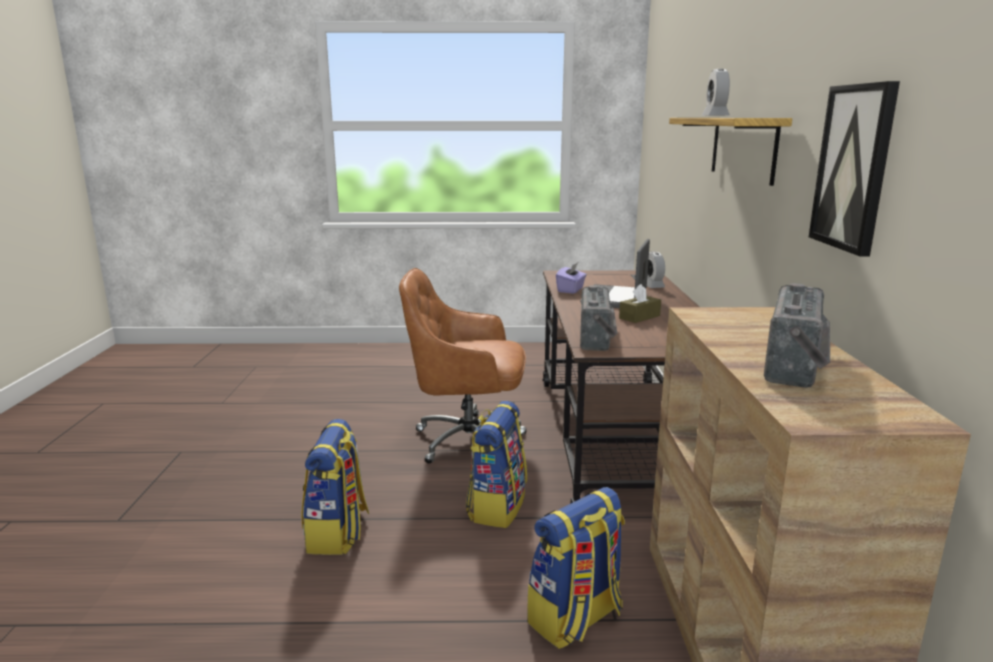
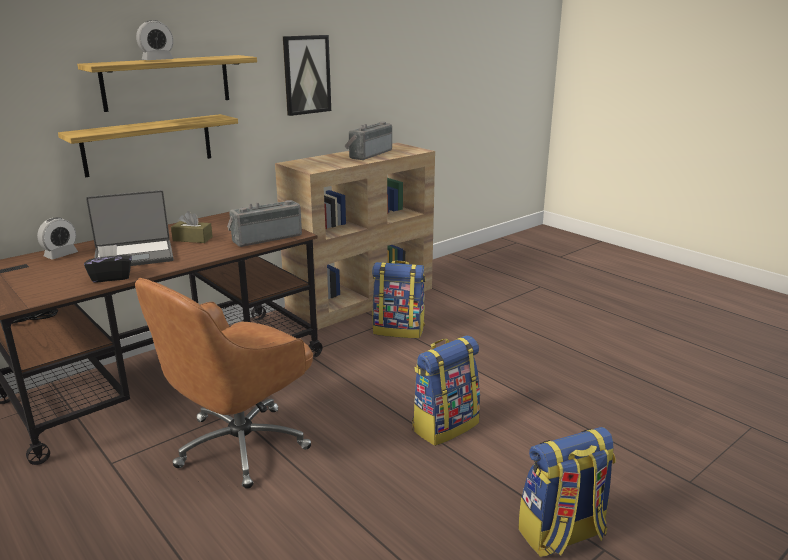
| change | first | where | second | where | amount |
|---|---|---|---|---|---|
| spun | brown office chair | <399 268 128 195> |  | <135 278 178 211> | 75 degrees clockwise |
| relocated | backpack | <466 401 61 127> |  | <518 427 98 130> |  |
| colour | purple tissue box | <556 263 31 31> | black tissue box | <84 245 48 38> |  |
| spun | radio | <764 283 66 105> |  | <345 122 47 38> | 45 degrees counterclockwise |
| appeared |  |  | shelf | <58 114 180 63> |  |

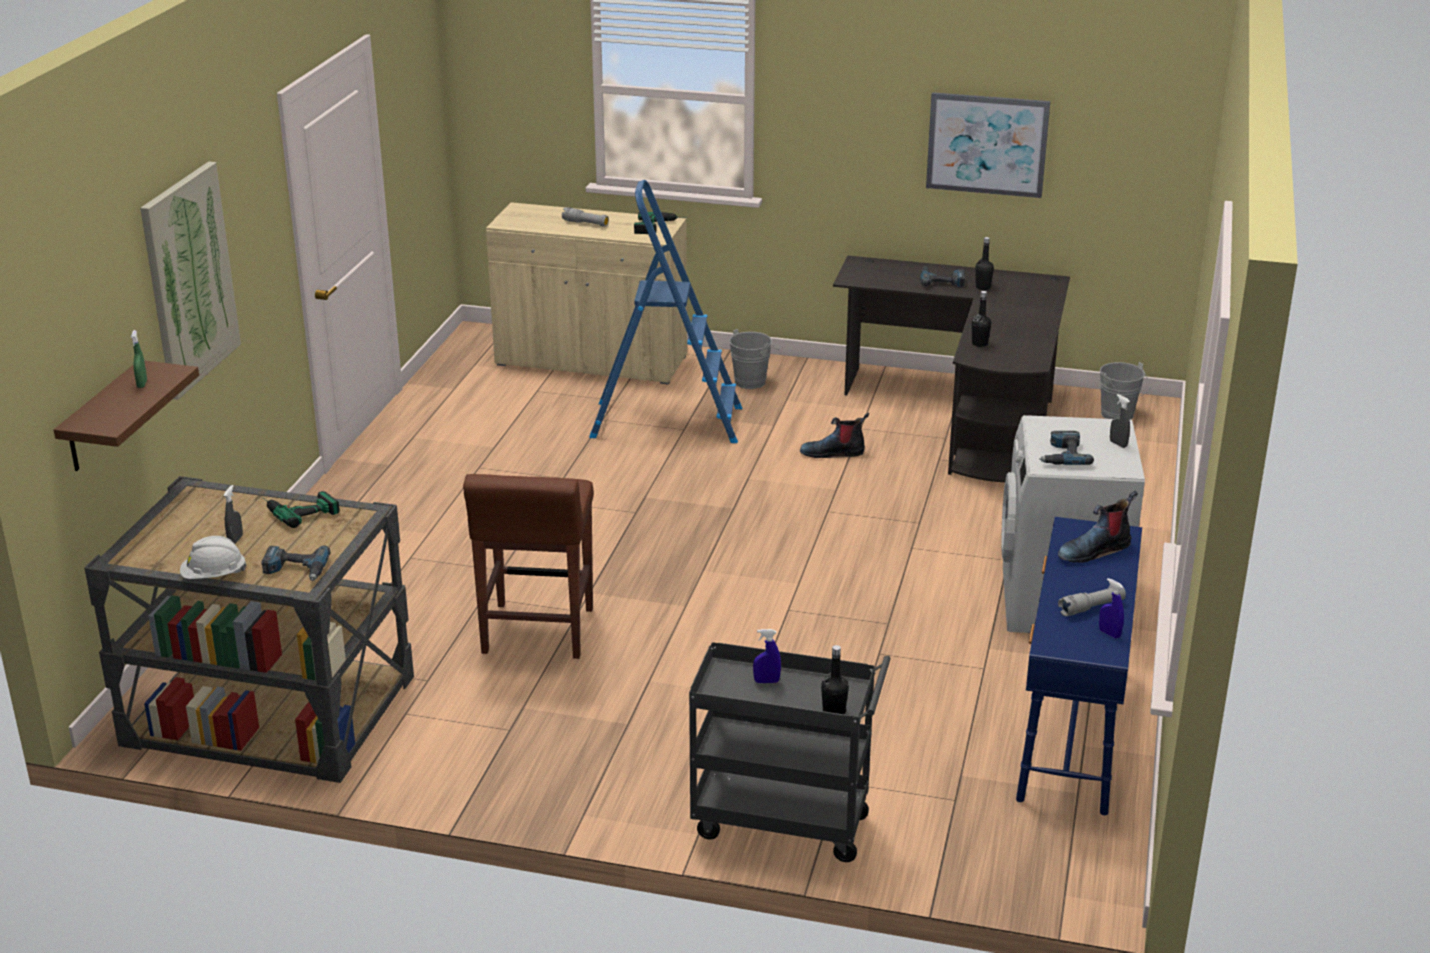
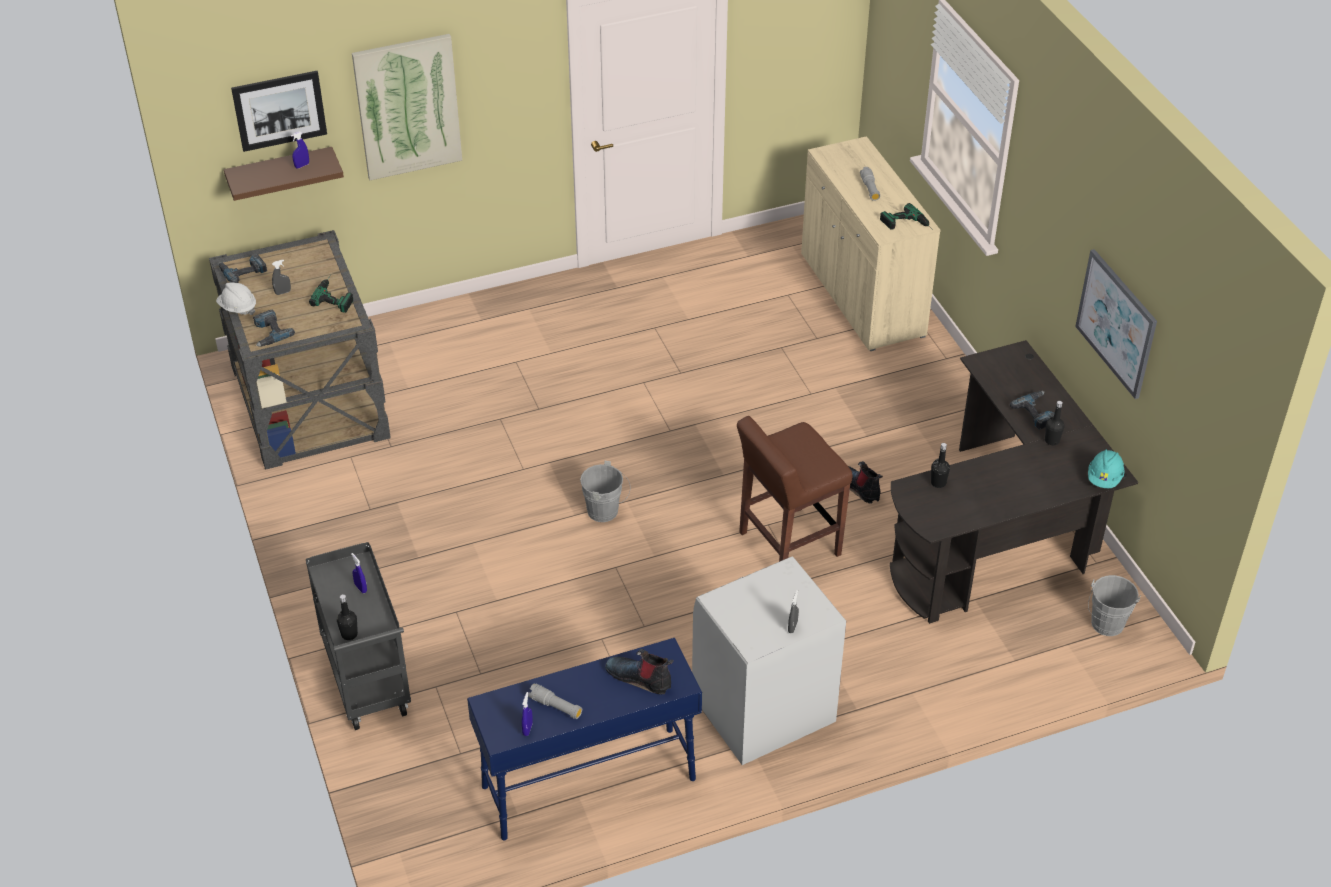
| change | first | where | second | where | amount |
|---|---|---|---|---|---|
| colour | green spray bottle | <131 330 16 58> | blue spray bottle | <291 132 18 37> |  |
| relocated | brown stool | <463 474 131 185> |  | <737 416 116 146> |  |
| missing | blue step ladder | <589 180 153 263> |  |  |  |
| relocated | grey bucket | <729 329 50 60> |  | <580 461 50 61> |  |
| relocated | power drill | <1039 431 55 34> |  | <219 254 48 29> |  |
| appeared |  |  | picture | <231 71 96 81> |  |
| appeared |  |  | turquoise hard hat | <1088 449 37 39> |  |

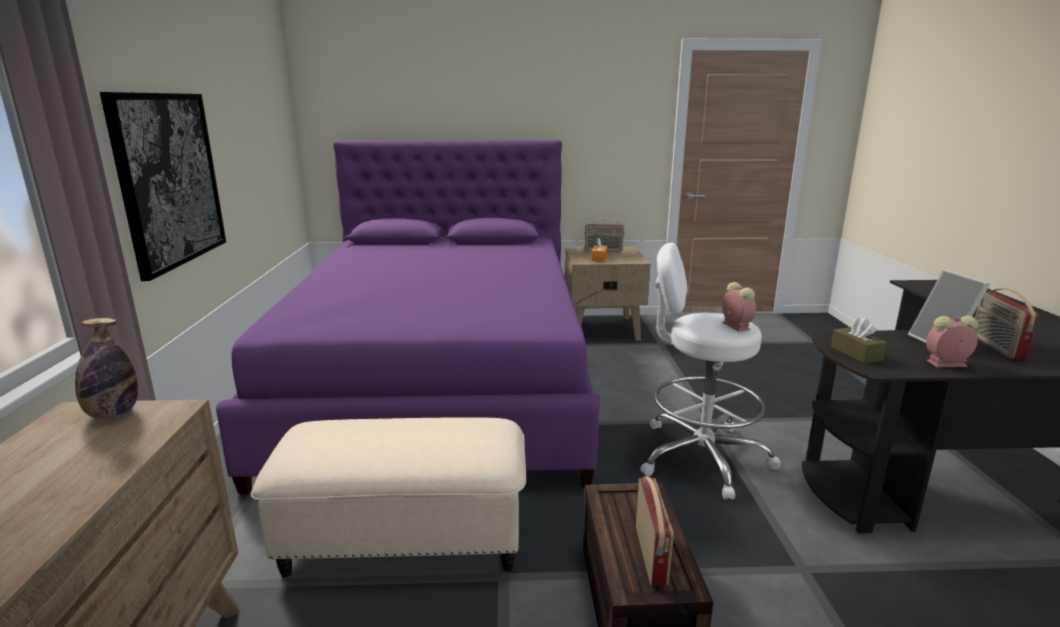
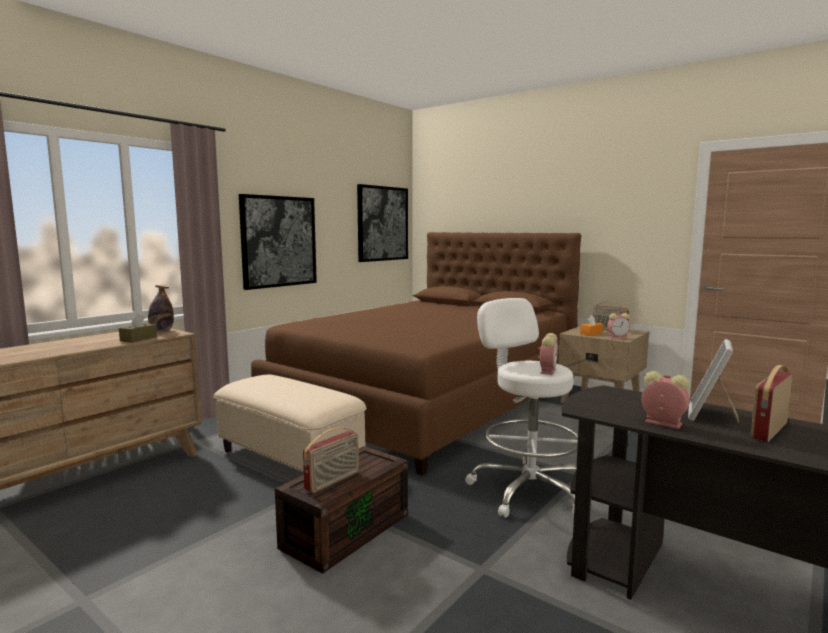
| change | first | where | second | where | amount |
|---|---|---|---|---|---|
| colour | purple bed | <216 140 385 354> | brown bed | <251 232 330 243> |  |
| relocated | brown tissue box | <831 317 56 47> |  | <119 313 38 30> |  |
| appeared |  |  | picture | <357 184 51 78> |  |
| appeared |  |  | alarm clock | <607 313 23 26> |  |

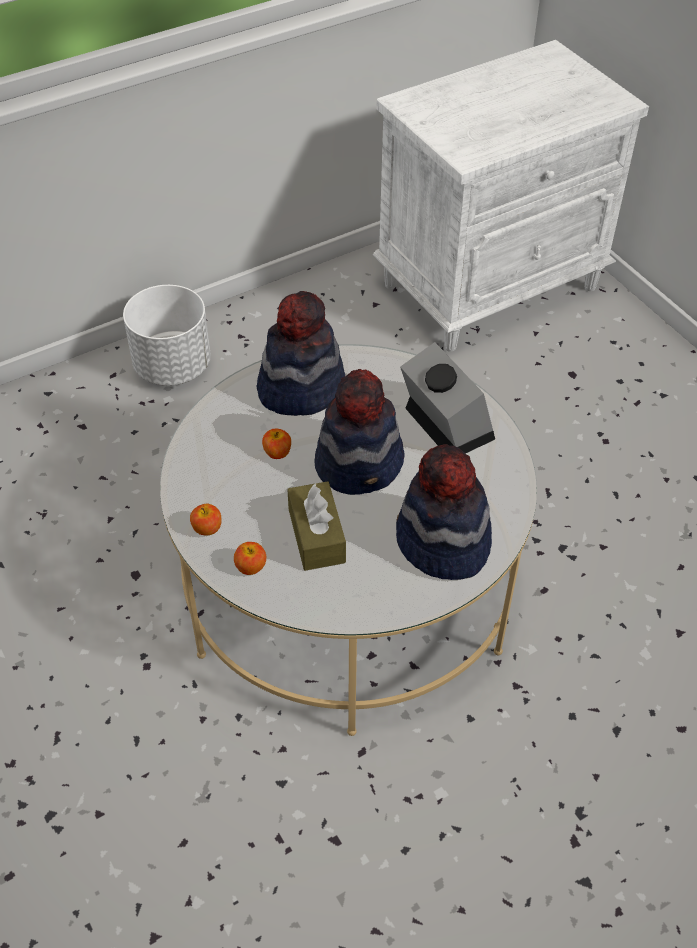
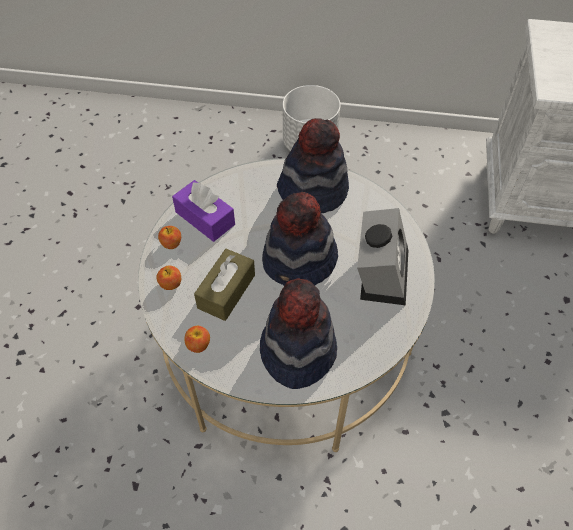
| change | first | where | second | where | amount |
|---|---|---|---|---|---|
| relocated | apple | <262 429 29 30> |  | <185 326 25 27> |  |
| appeared |  |  | purple tissue box | <172 180 63 62> |  |

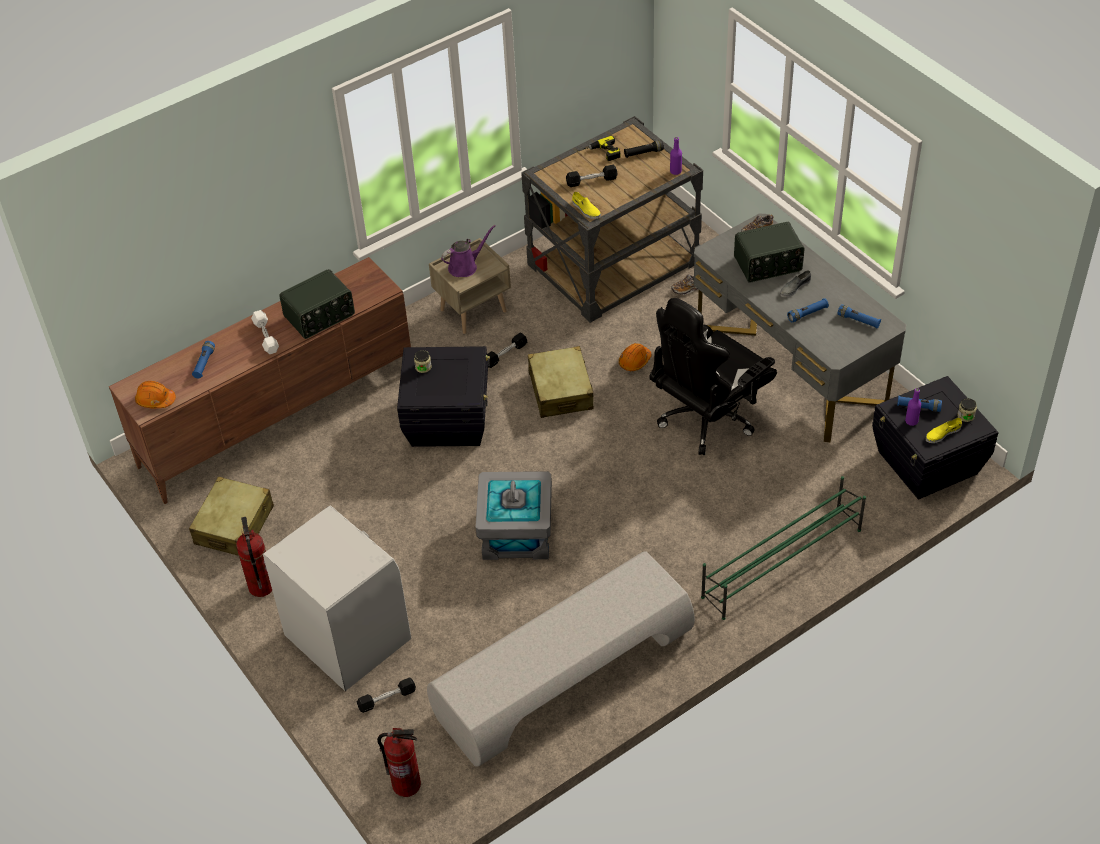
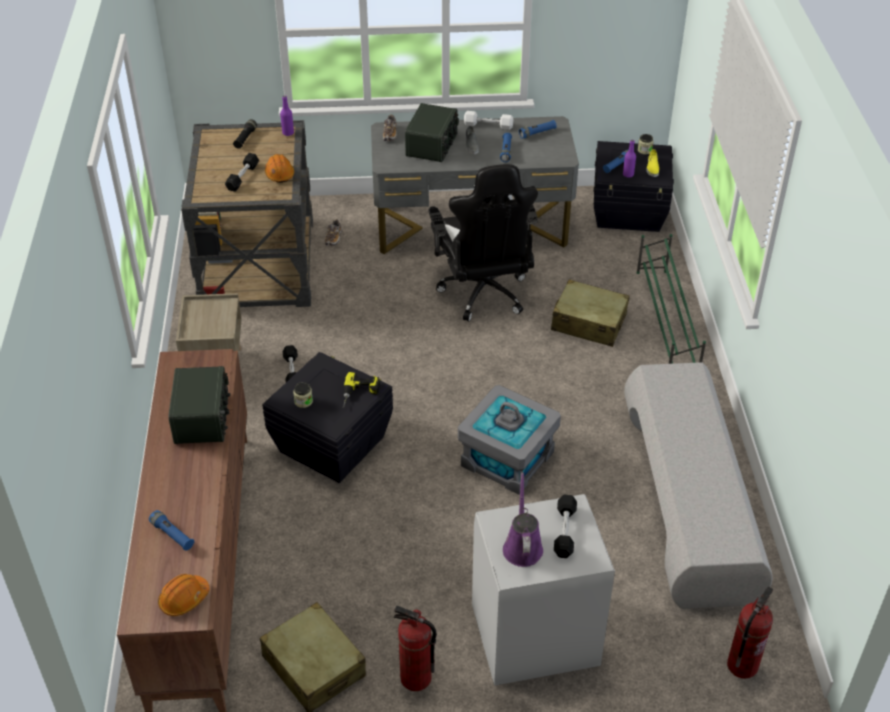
| change | first | where | second | where | amount |
|---|---|---|---|---|---|
| relocated | white dumbbell | <251 310 28 44> |  | <464 111 49 19> |  |
| relocated | black dumbbell | <357 677 59 36> |  | <554 494 23 64> |  |
| relocated | purple watering can | <441 225 54 52> |  | <503 473 40 94> |  |
| relocated | beige suitcase | <528 346 65 72> |  | <551 279 79 68> |  |
| missing | yellow shoe | <572 192 29 27> |  |  |  |
| relocated | power drill | <577 136 43 25> |  | <343 372 37 36> |  |
| relocated | orange hard hat | <619 343 33 28> |  | <265 154 29 29> |  |

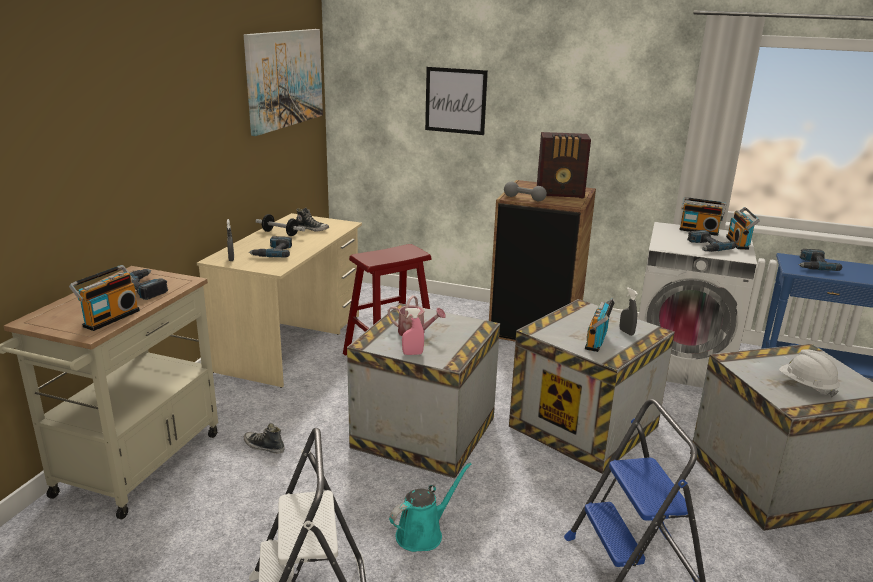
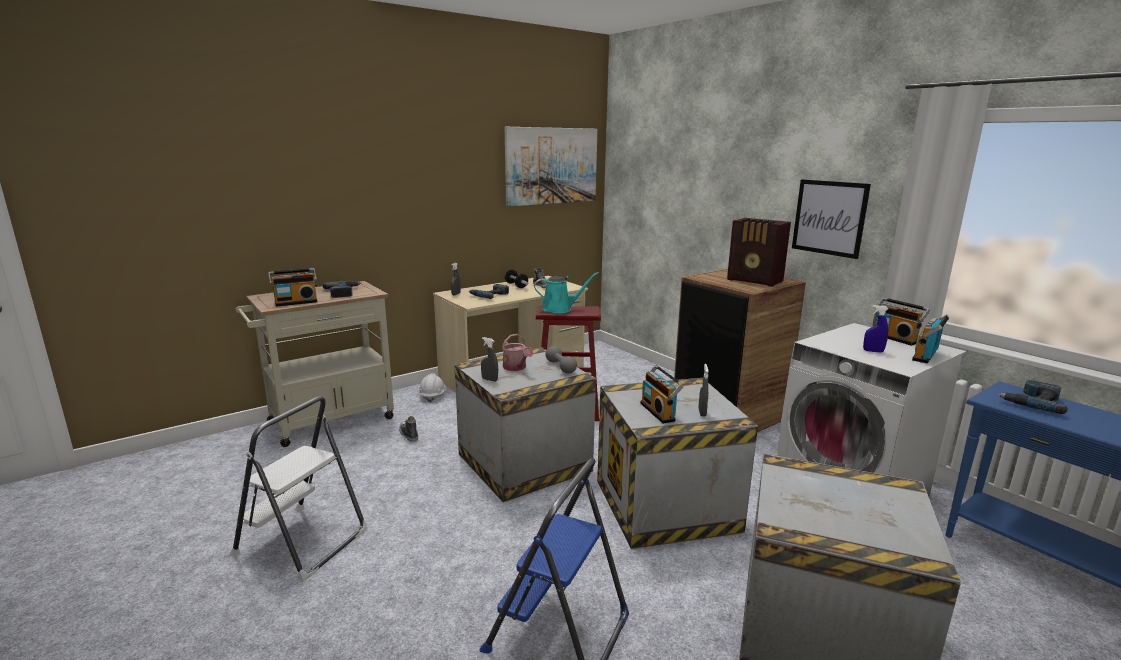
| change | first | where | second | where | amount |
|---|---|---|---|---|---|
| relocated | turquoise watering can | <389 462 82 90> |  | <534 272 65 41> |  |
| colour | pink spray bottle | <402 308 22 47> | grey spray bottle | <481 337 17 45> |  |
| relocated | picture | <425 67 63 68> |  | <792 179 79 80> |  |
| relocated | grey dumbbell | <504 182 43 19> |  | <545 346 32 28> |  |
| spun | radio | <585 298 30 54> |  | <640 365 44 59> | 75 degrees counterclockwise |
| exchanged | power drill | <687 230 49 22> | blue spray bottle | <863 305 26 47> |  |
| relocated | white hard hat | <779 349 61 48> |  | <419 373 27 30> |  |

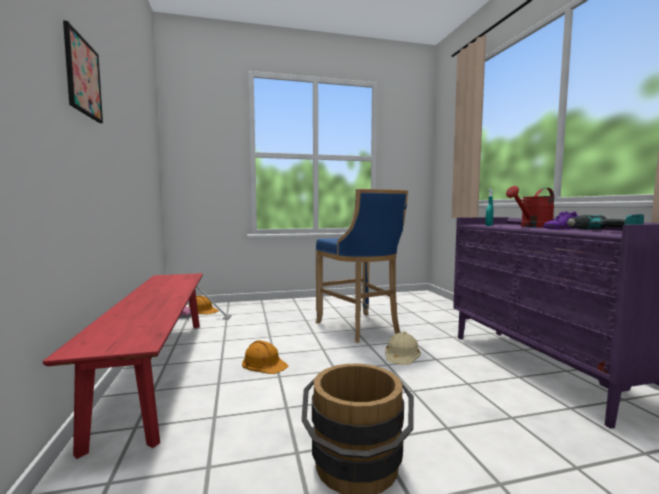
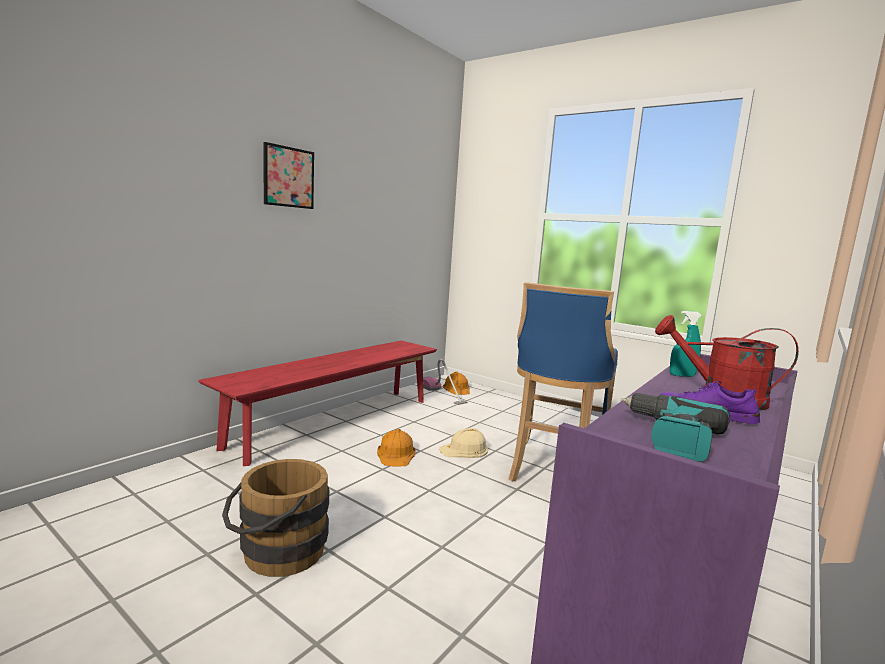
| change | first | where | second | where | amount |
|---|---|---|---|---|---|
| relocated | beige hard hat | <385 331 36 34> |  | <439 428 49 30> |  |

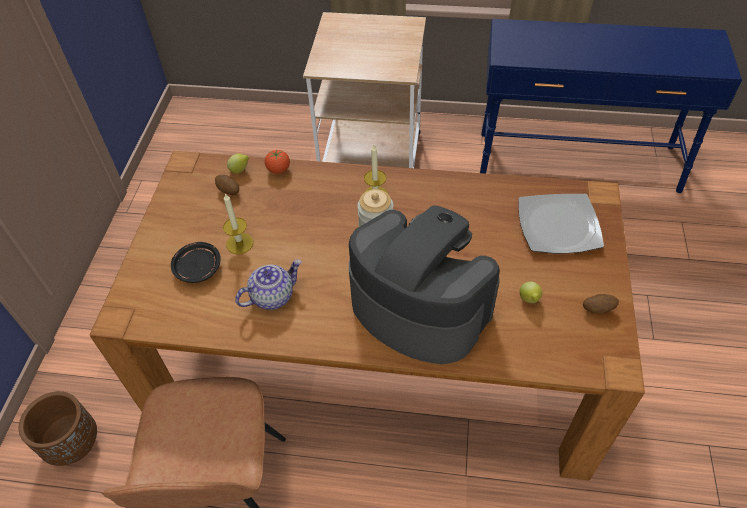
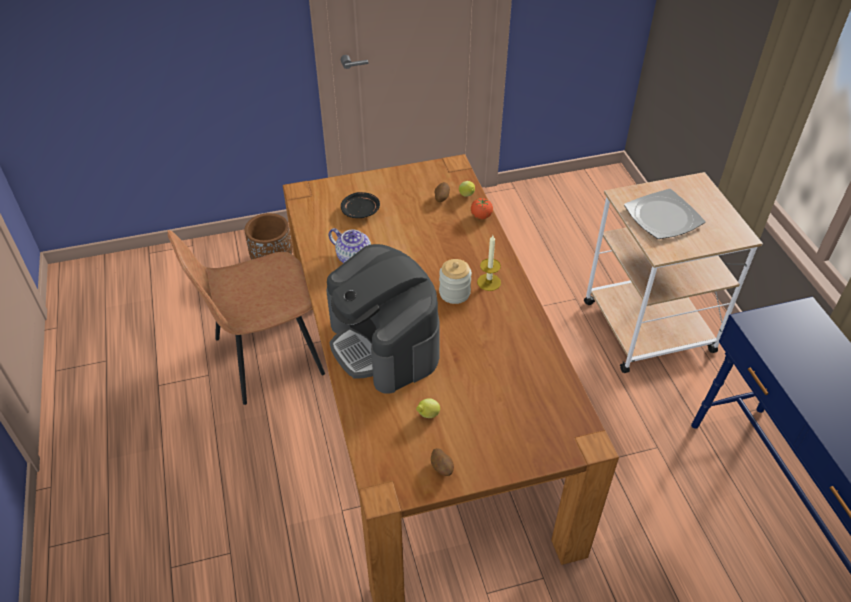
| change | first | where | second | where | amount |
|---|---|---|---|---|---|
| missing | candle | <223 193 30 61> |  |  |  |
| spun | coffee machine | <349 205 151 160> |  | <326 244 114 150> | 135 degrees clockwise |
| relocated | plate | <518 194 86 60> |  | <624 189 81 50> |  |

